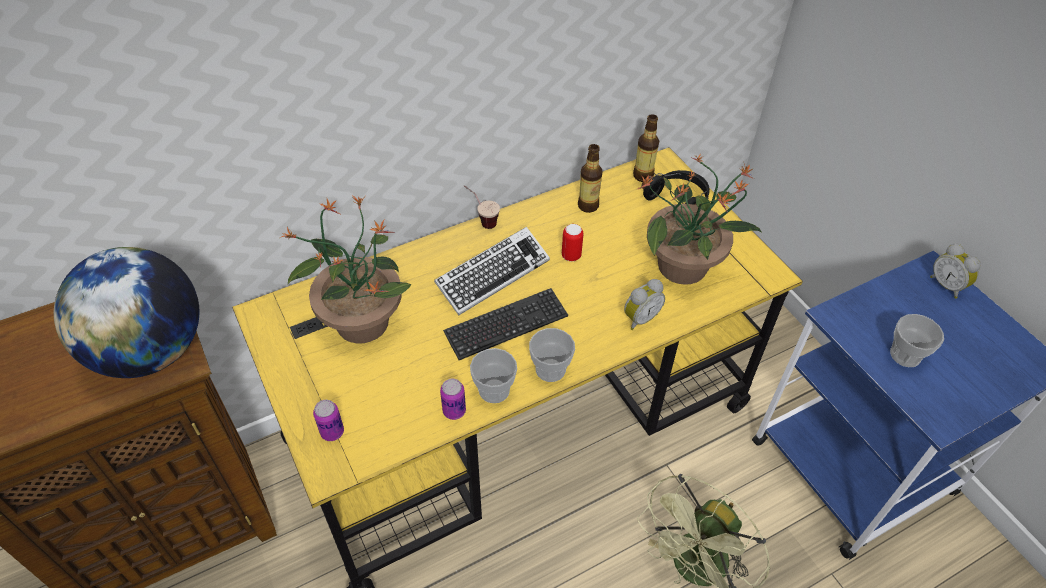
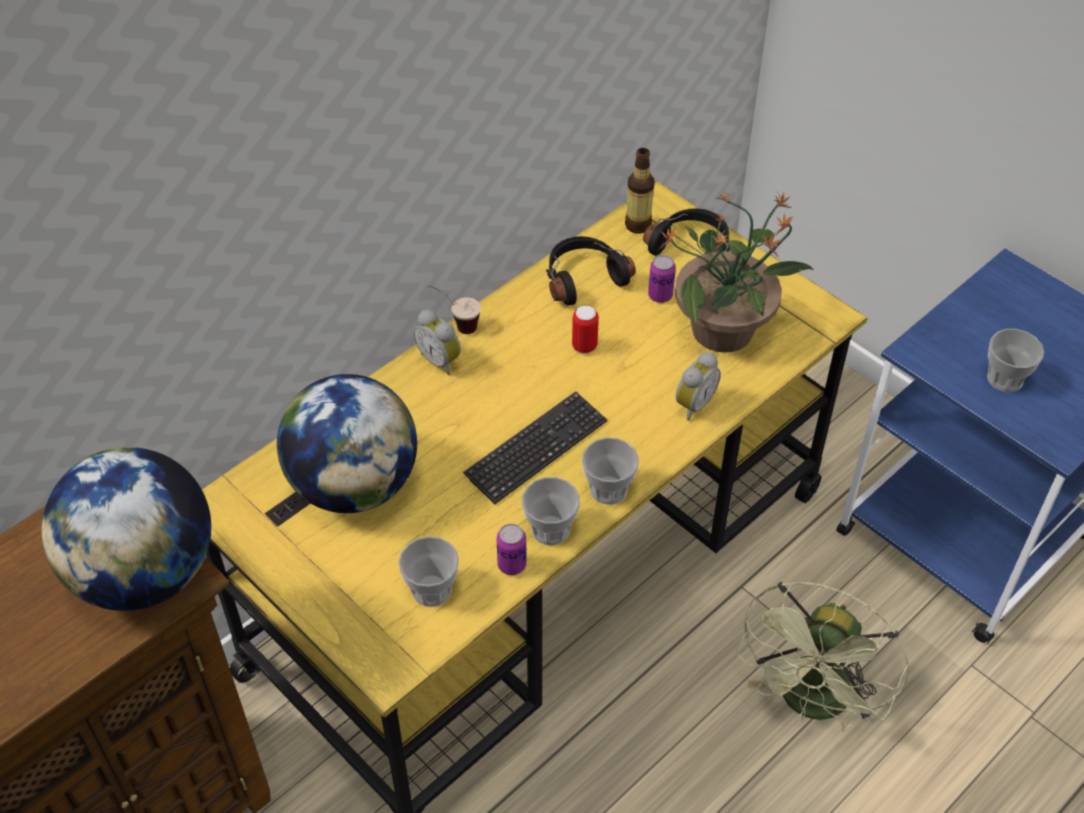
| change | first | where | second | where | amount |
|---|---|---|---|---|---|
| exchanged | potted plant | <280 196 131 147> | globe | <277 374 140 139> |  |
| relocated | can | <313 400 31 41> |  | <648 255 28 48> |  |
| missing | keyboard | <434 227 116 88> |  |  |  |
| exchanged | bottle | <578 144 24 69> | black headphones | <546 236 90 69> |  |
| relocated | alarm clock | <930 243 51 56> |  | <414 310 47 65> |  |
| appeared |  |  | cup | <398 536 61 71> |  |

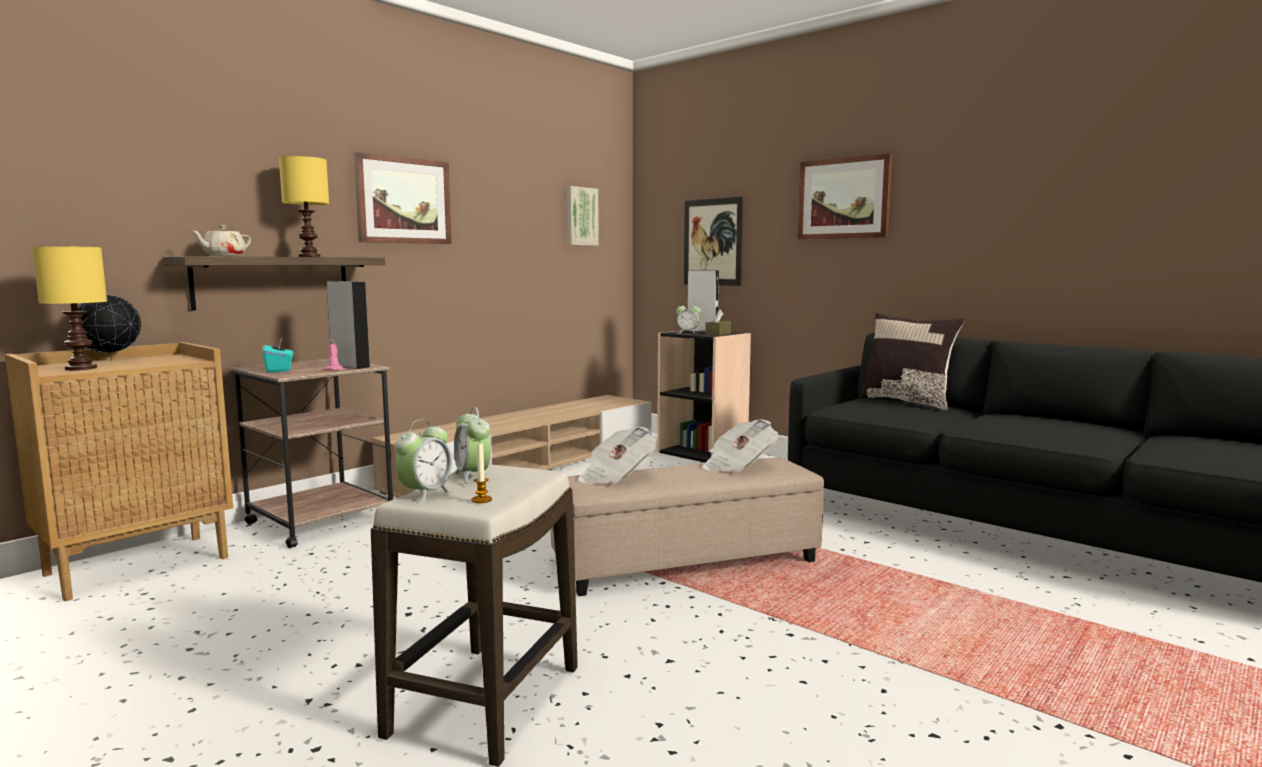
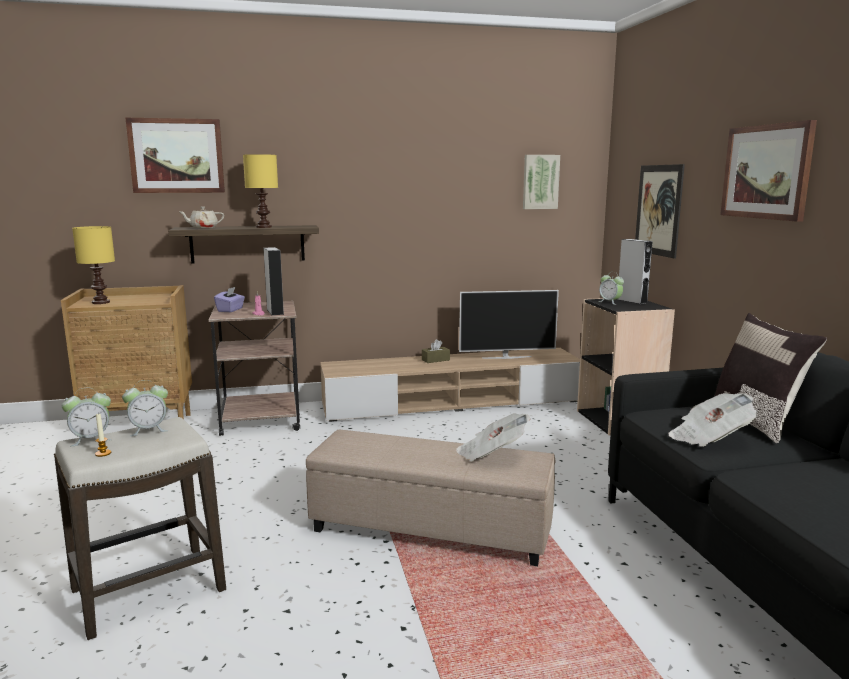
| change | first | where | second | where | amount |
|---|---|---|---|---|---|
| missing | globe | <77 291 65 70> |  |  |  |
| colour | turquoise tissue box | <262 337 32 35> | purple tissue box | <214 287 31 25> |  |
| relocated | picture | <354 152 97 92> |  | <126 118 99 75> |  |
| spun | alarm clock | <454 407 37 77> |  | <122 380 46 56> | 120 degrees counterclockwise |
| relocated | newspaper | <578 427 79 57> |  | <668 393 89 54> |  |
| relocated | brown tissue box | <705 310 26 26> |  | <422 339 28 24> |  |
| appeared |  |  | television | <459 290 100 69> |  |

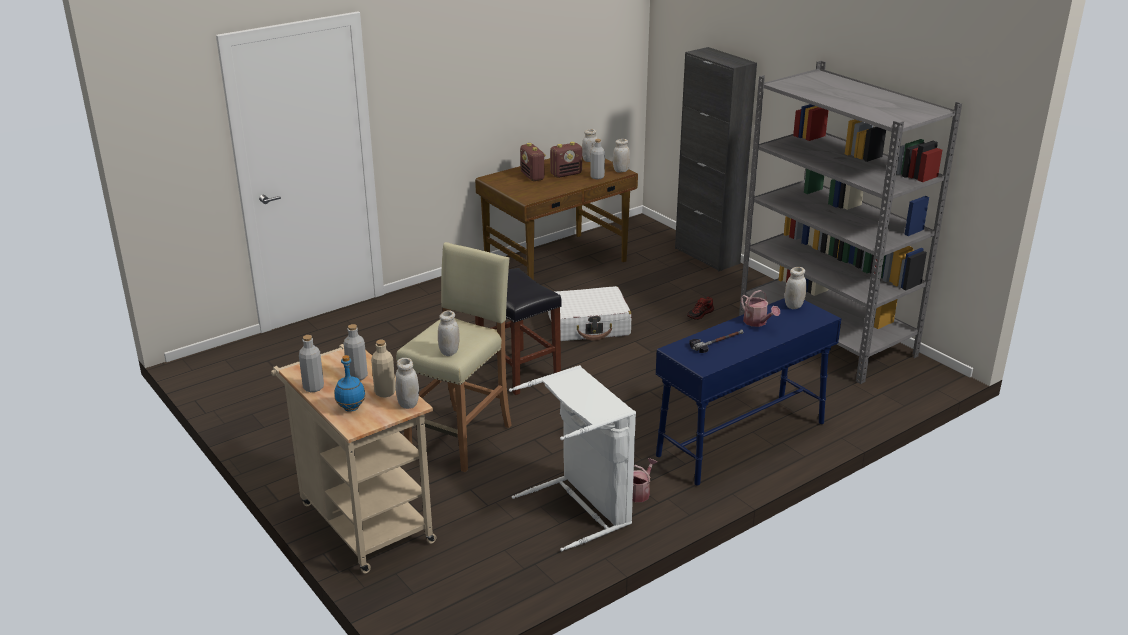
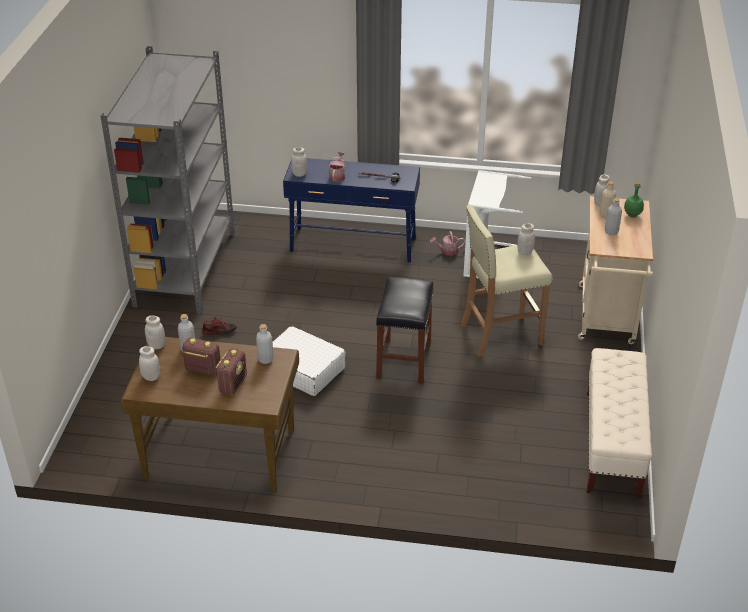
| change | first | where | second | where | amount |
|---|---|---|---|---|---|
| relocated | grey bottle | <299 335 25 57> |  | <256 324 18 40> |  |
| colour | blue bottle | <334 355 32 57> | green bottle | <624 182 20 36> |  |
| missing | black cabinet | <675 47 82 224> |  |  |  |
| appeared |  |  | beige bench | <587 348 65 151> |  |

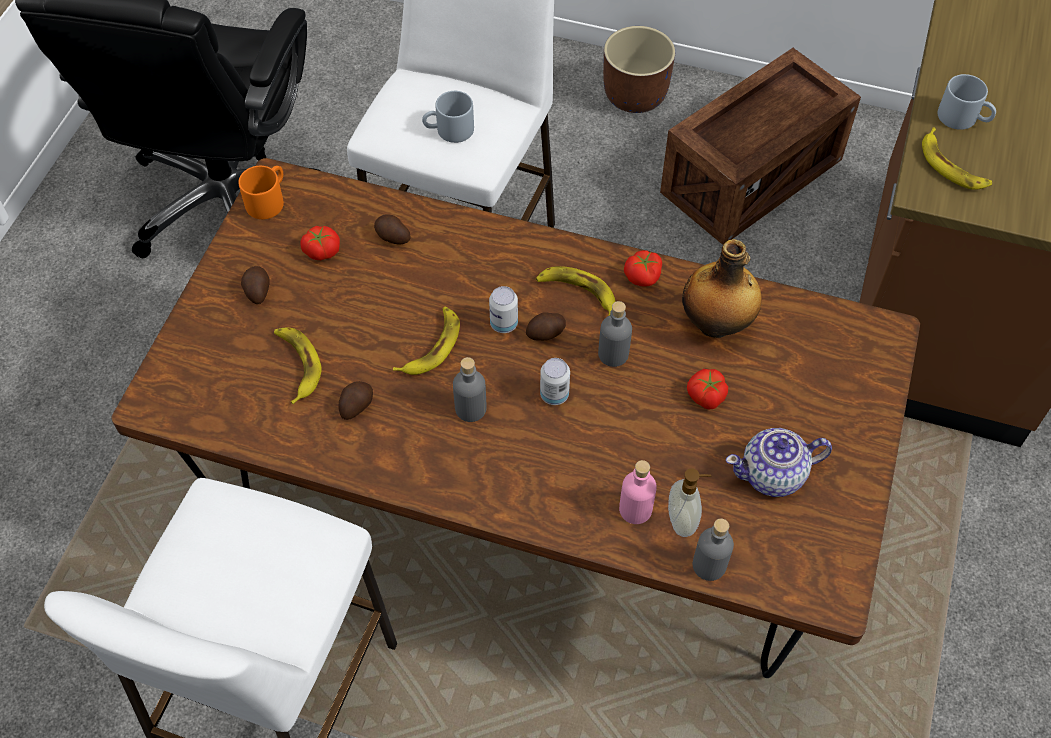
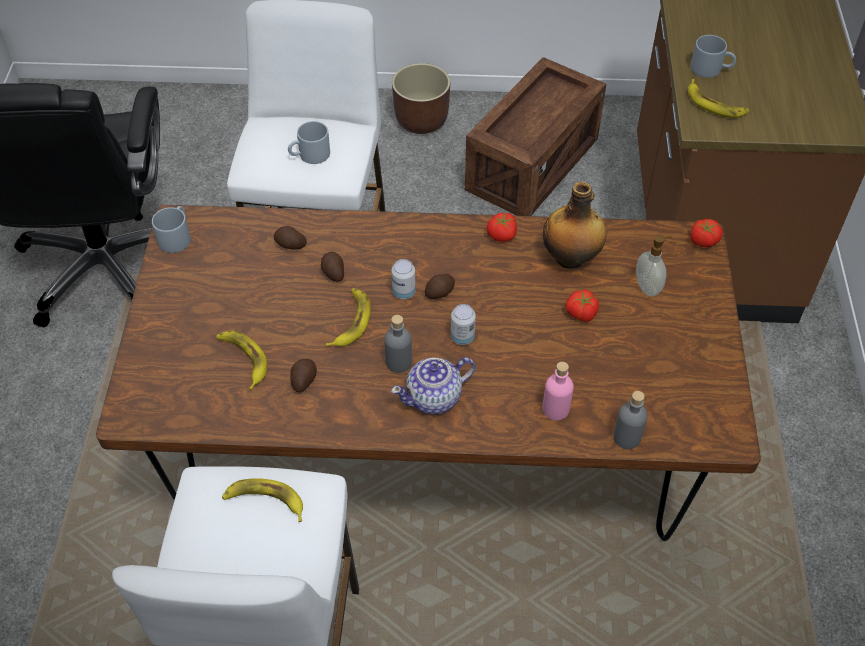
| change | first | where | second | where | amount |
|---|---|---|---|---|---|
| colour | orange mug | <238 166 46 53> | grey mug | <152 206 39 47> |  |
| relocated | potato | <241 266 29 38> |  | <321 252 23 30> |  |
| relocated | tomato | <300 226 40 34> |  | <690 219 33 28> |  |
| relocated | banana | <536 266 79 50> |  | <222 478 81 44> |  |
| missing | grey bottle | <598 301 34 66> |  |  |  |
| relocated | soap dispenser | <668 468 43 69> |  | <636 234 36 63> |  |
| relocated | teapot | <726 428 106 69> |  | <391 357 84 57> |  |

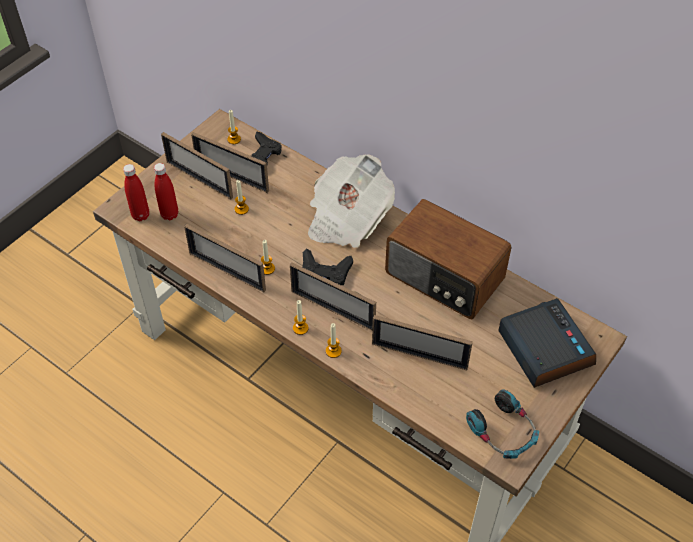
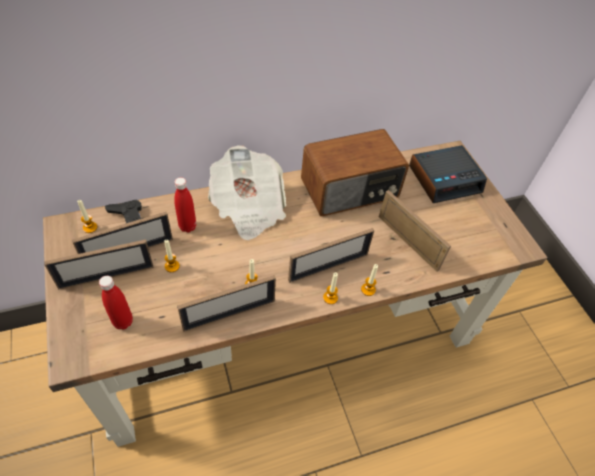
| change | first | where | second | where | amount |
|---|---|---|---|---|---|
| relocated | red bottle | <123 164 26 57> |  | <174 177 22 56> |  |
| missing | black game controller | <302 248 51 37> |  |  |  |
| spun | picture frame | <372 315 101 56> |  | <379 190 72 82> | 90 degrees counterclockwise |
| missing | headphones | <466 389 73 70> |  |  |  |
| spun | alarm clock | <498 298 98 90> |  | <409 145 78 58> | 150 degrees clockwise |

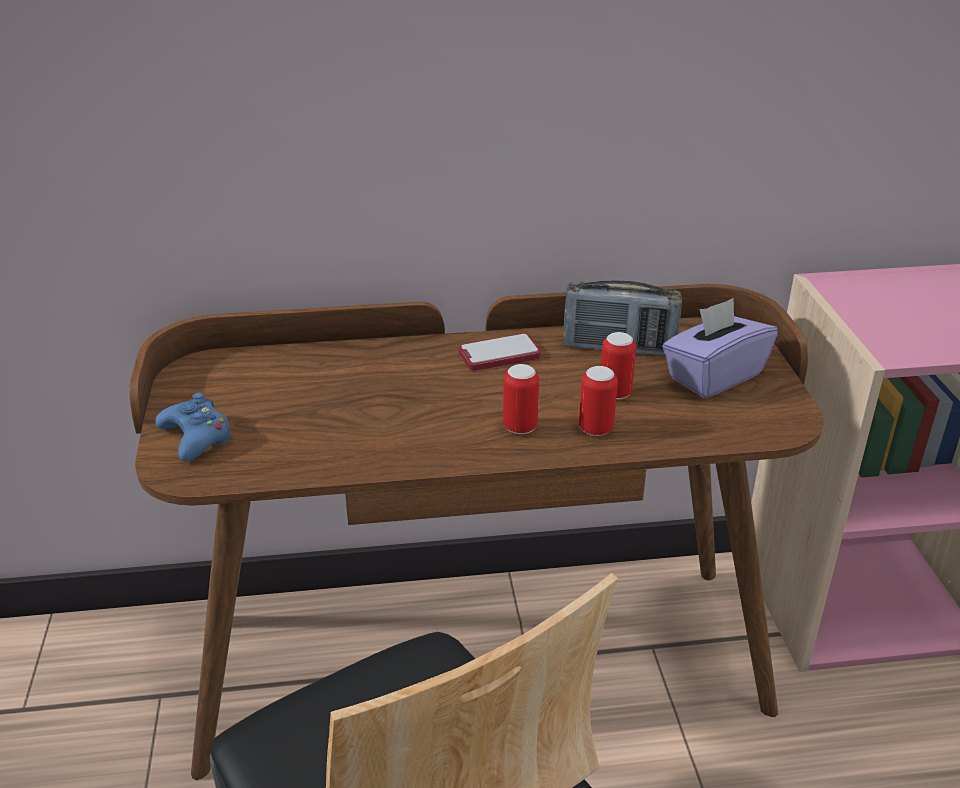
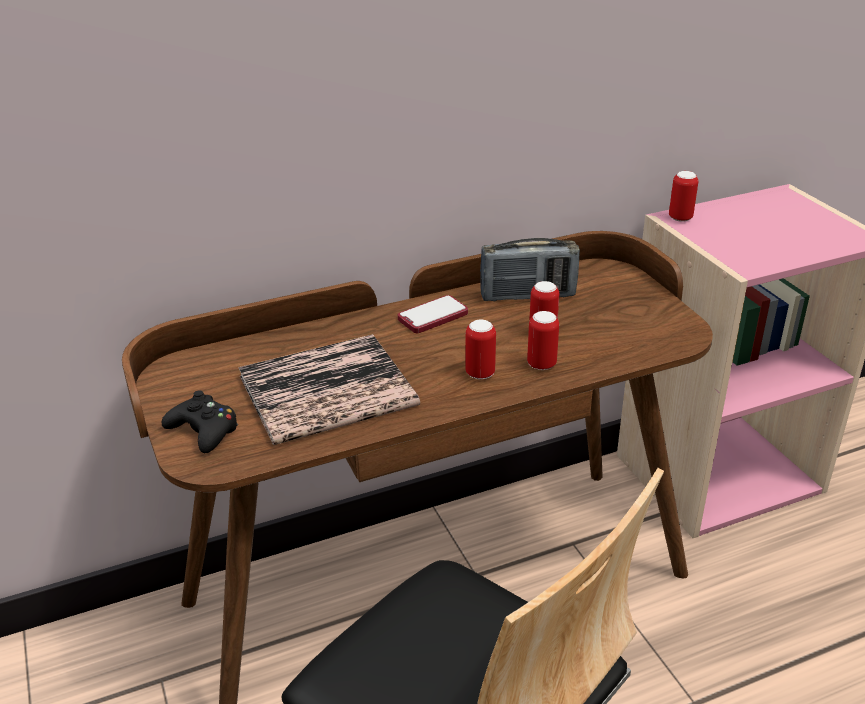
| change | first | where | second | where | amount |
|---|---|---|---|---|---|
| colour | blue game controller | <155 393 78 68> | black game controller | <162 390 76 63> |  |
| missing | purple tissue box | <662 298 116 100> |  |  |  |
| appeared |  |  | book | <238 334 182 111> |  |
| appeared |  |  | can | <669 171 29 51> |  |

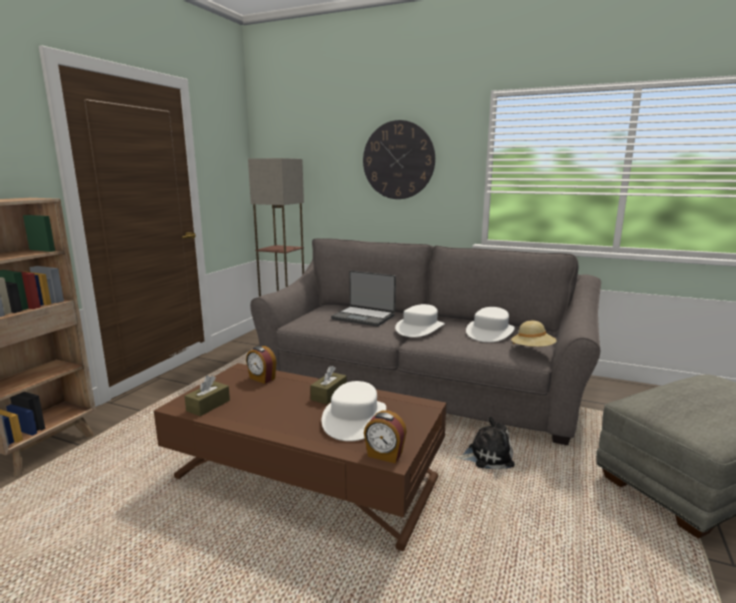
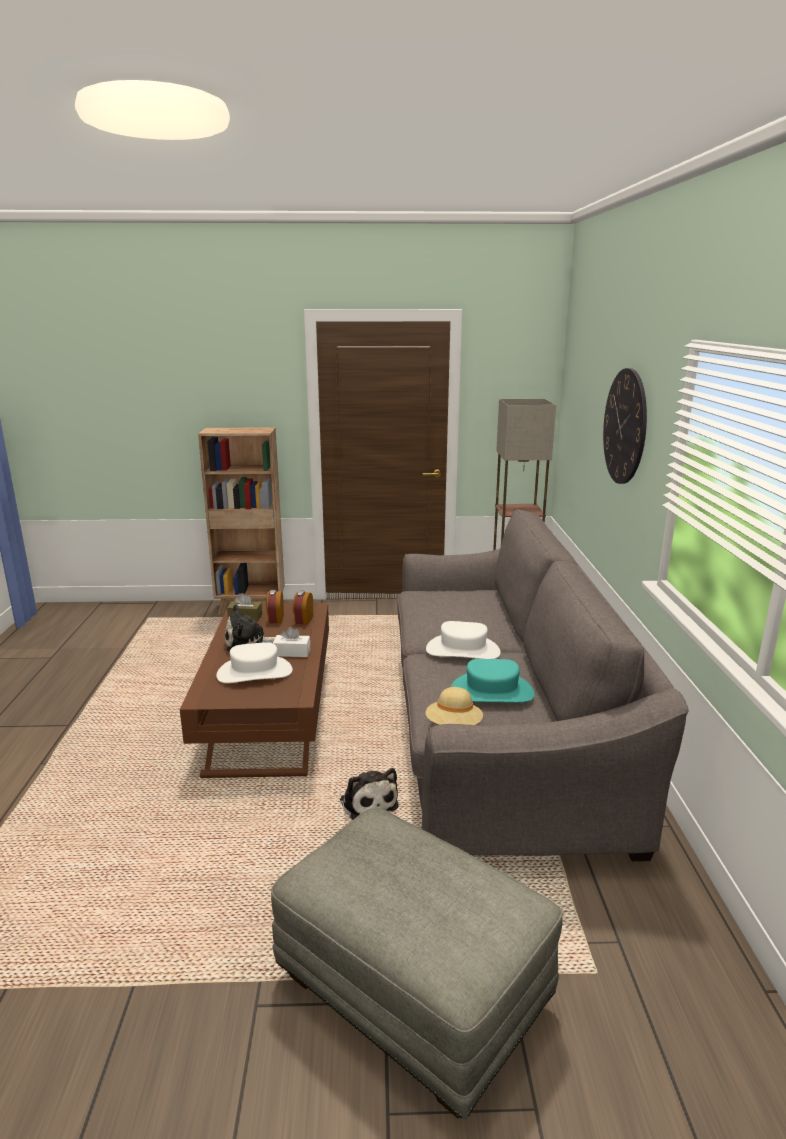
| change | first | where | second | where | amount |
|---|---|---|---|---|---|
| colour | brown tissue box | <310 366 37 38> | white tissue box | <273 627 37 30> |  |
| missing | laptop | <331 271 65 55> |  |  |  |
| relocated | alarm clock | <364 410 43 53> |  | <266 590 18 33> |  |
| colour | white hat | <466 307 49 35> | turquoise hat | <451 659 84 44> |  |
| appeared |  |  | plush toy | <225 604 50 47> |  |

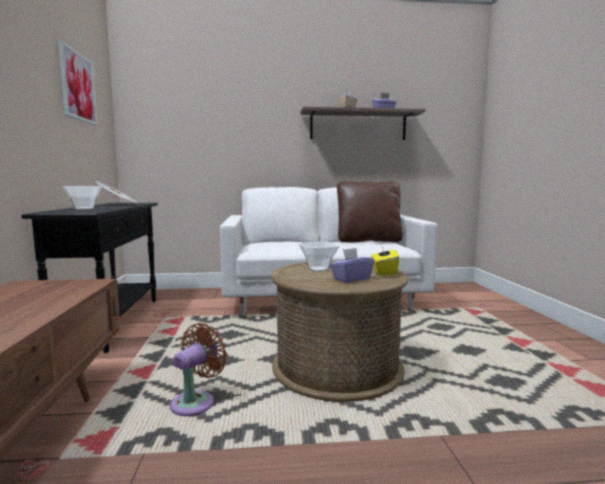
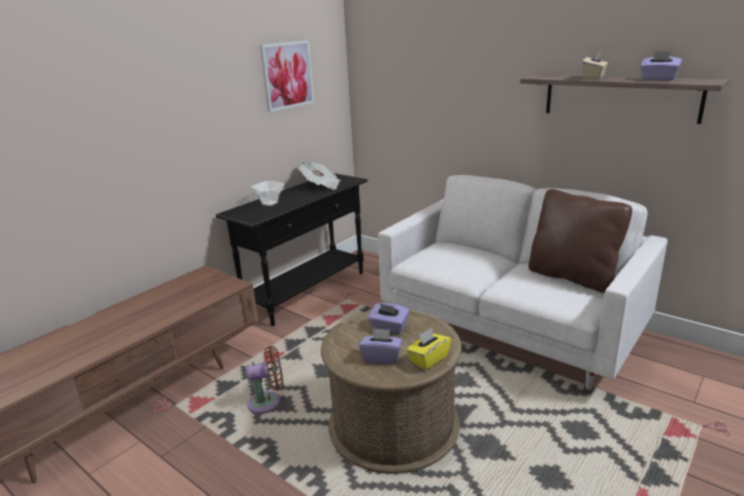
| change | first | where | second | where | amount |
|---|---|---|---|---|---|
| exchanged | bowl | <299 241 40 31> | purple tissue box | <368 303 42 31> |  |

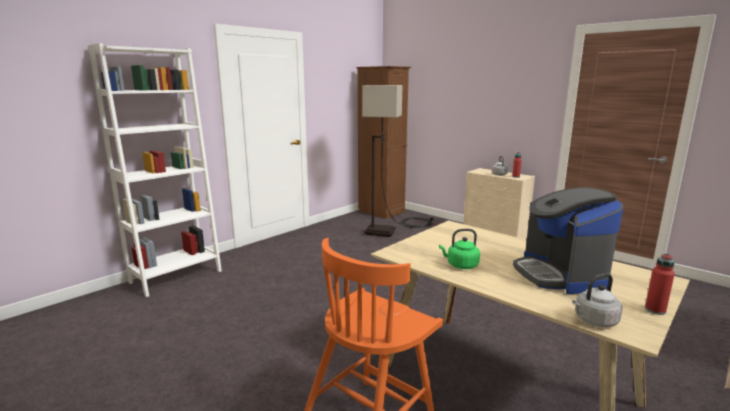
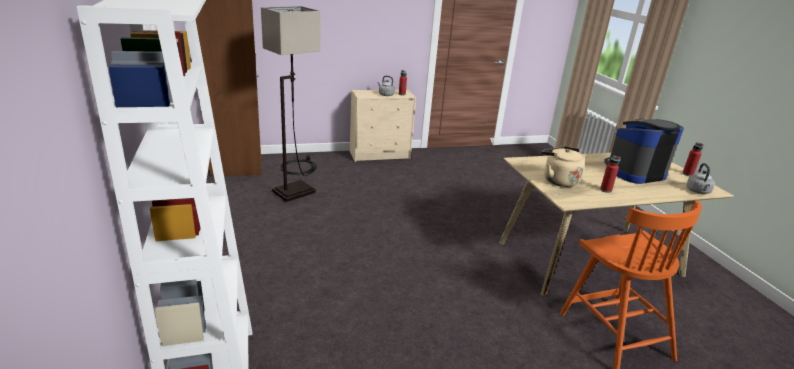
| change | first | where | second | where | amount |
|---|---|---|---|---|---|
| exchanged | green kettle | <439 229 41 40> | red bottle | <600 155 21 38> |  |
| spun | coffee machine | <513 187 110 107> |  | <604 119 80 65> | 135 degrees clockwise |
| appeared |  |  | beige kettle | <541 146 44 41> |  |

